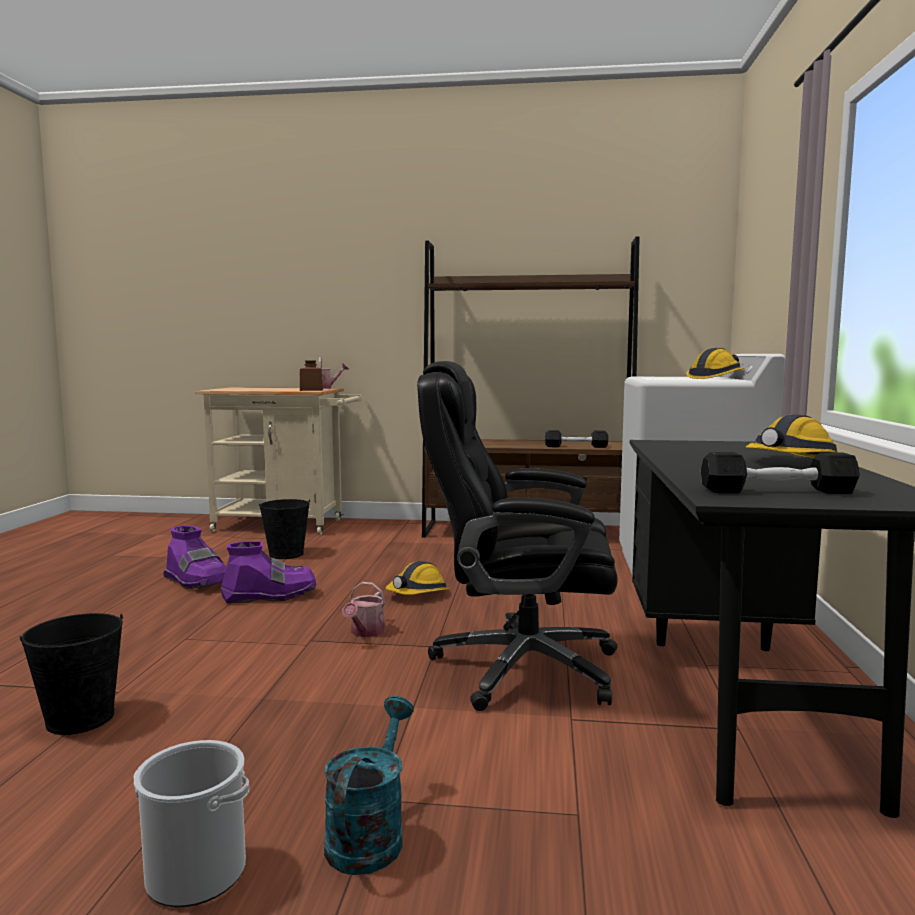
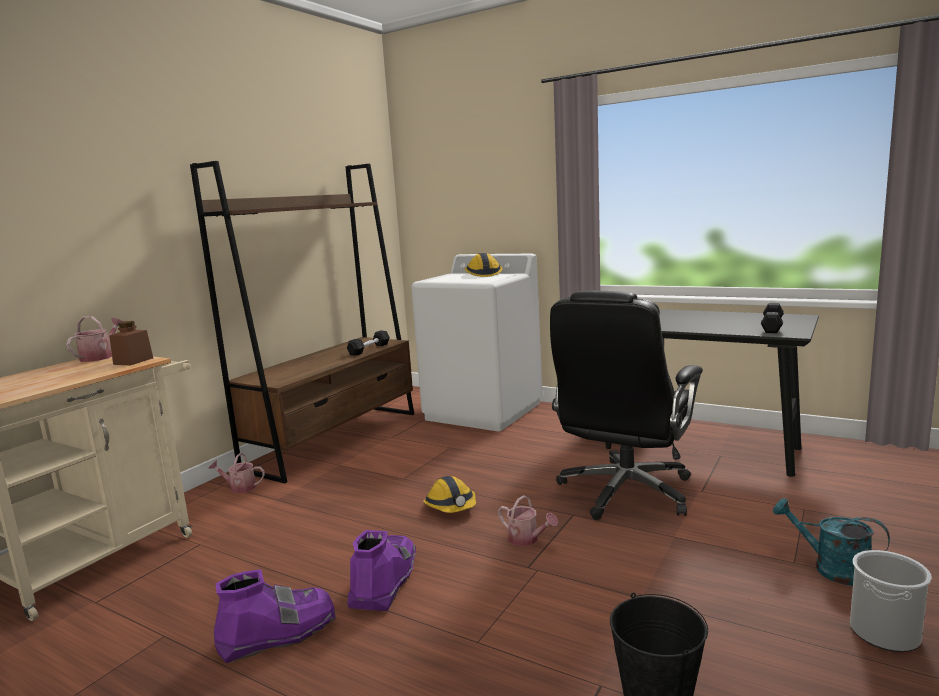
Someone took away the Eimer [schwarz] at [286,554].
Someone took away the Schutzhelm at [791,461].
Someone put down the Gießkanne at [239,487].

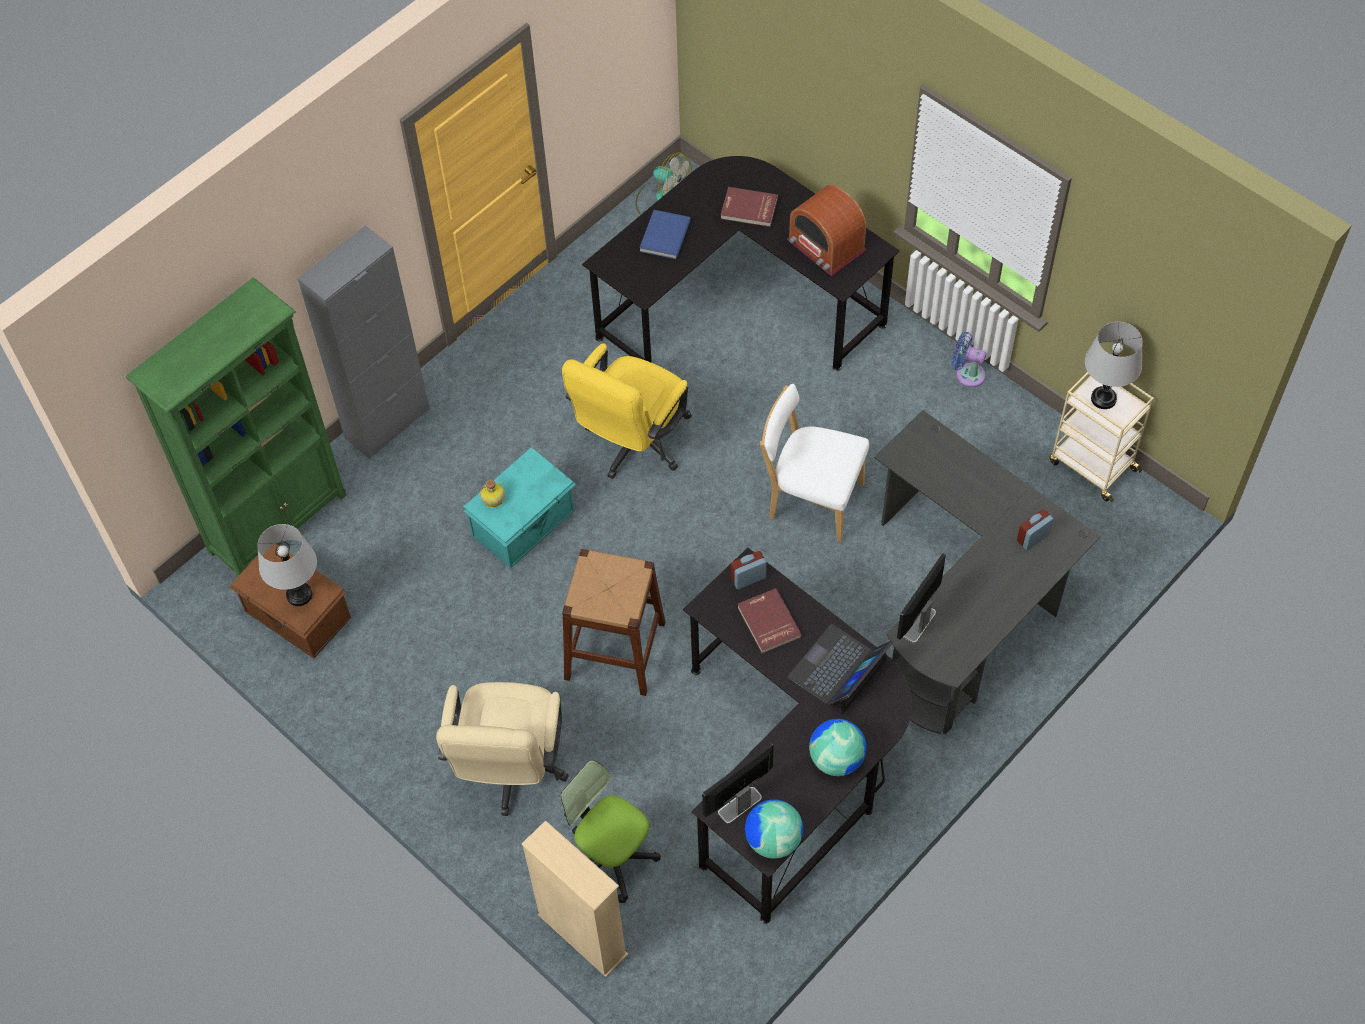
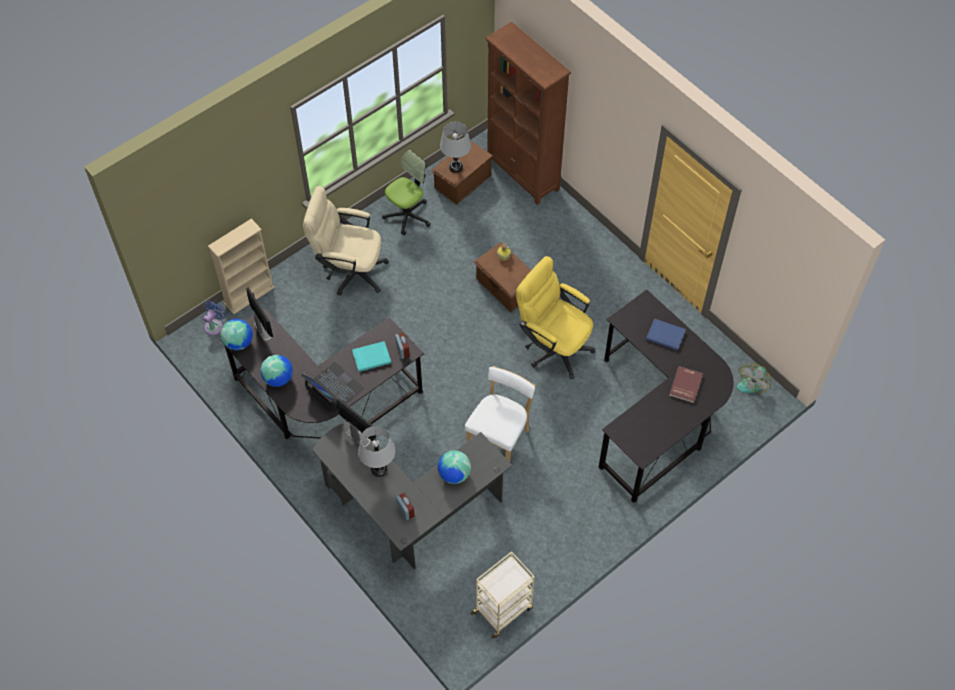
Someone repainted the Bücherregal [grün] at [278,522], which became the Bücherregal [braun] at [523,174].
Someone took away the Schrank [grau] at [387,423].
Someone repainted the Aufbewahrungsbox [türkis] at [525,524], which became the Aufbewahrungsbox [braun] at [505,287].
Someone carried the Bürostuhl from [611,857] to [407,215].
Someone took away the Hocker [braun] at [615,650].
Someone repainted the Buch [rot] at [768,622], which became the Buch [türkis] at [371,357].
Someone took away the Radio at [826,246].
Someone carried the Ventilator [blau] from [967,374] to [215,326].
Someone carried the Tischlampe [grau] from [1103,398] to [379,469].
Someone put down the Globus at [454,474].

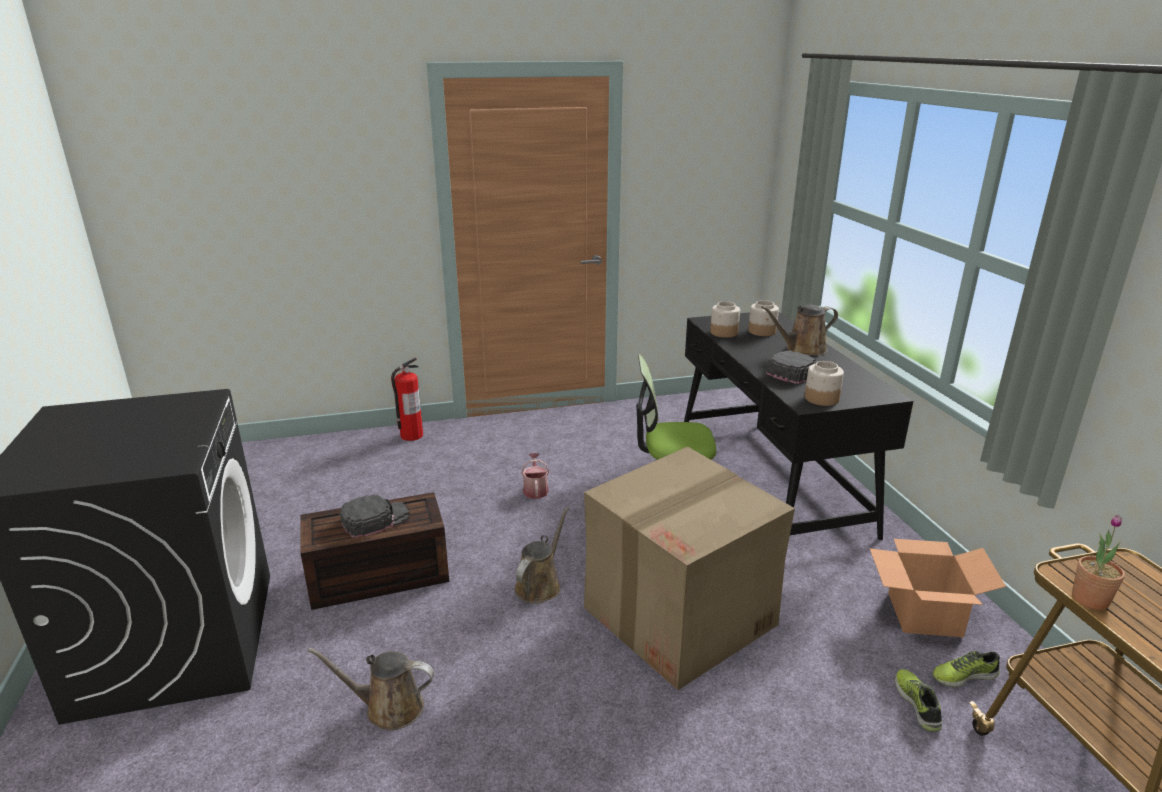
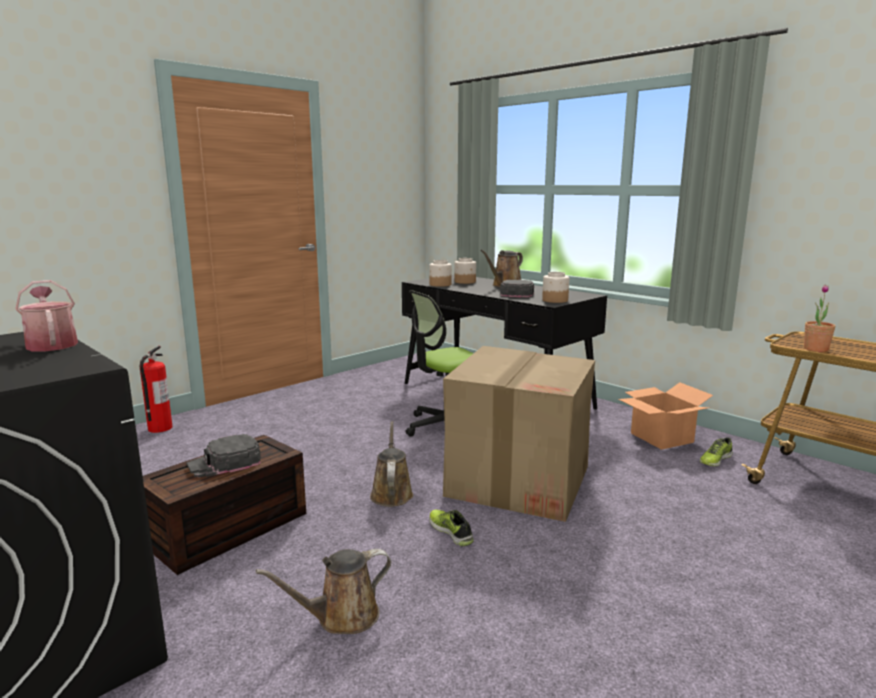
Someone rotated the Kappe [schwarz] at [375,519] by 150 degrees counterclockwise.
Someone carried the Gießkanne from [535,489] to [51,344].
Someone carried the Schuh from [918,704] to [451,531].

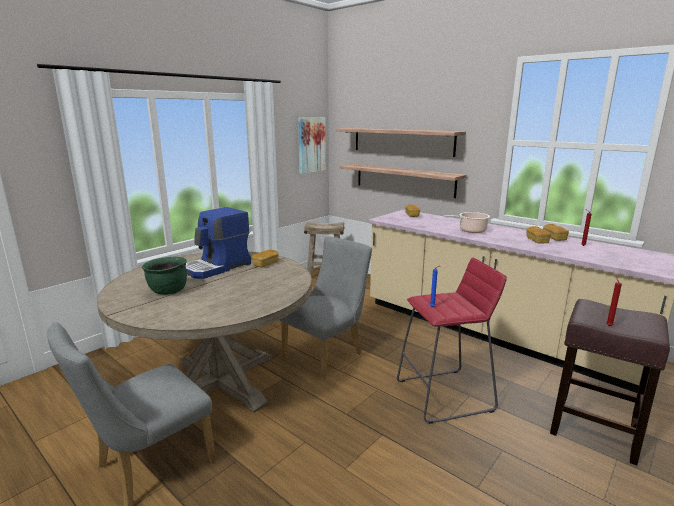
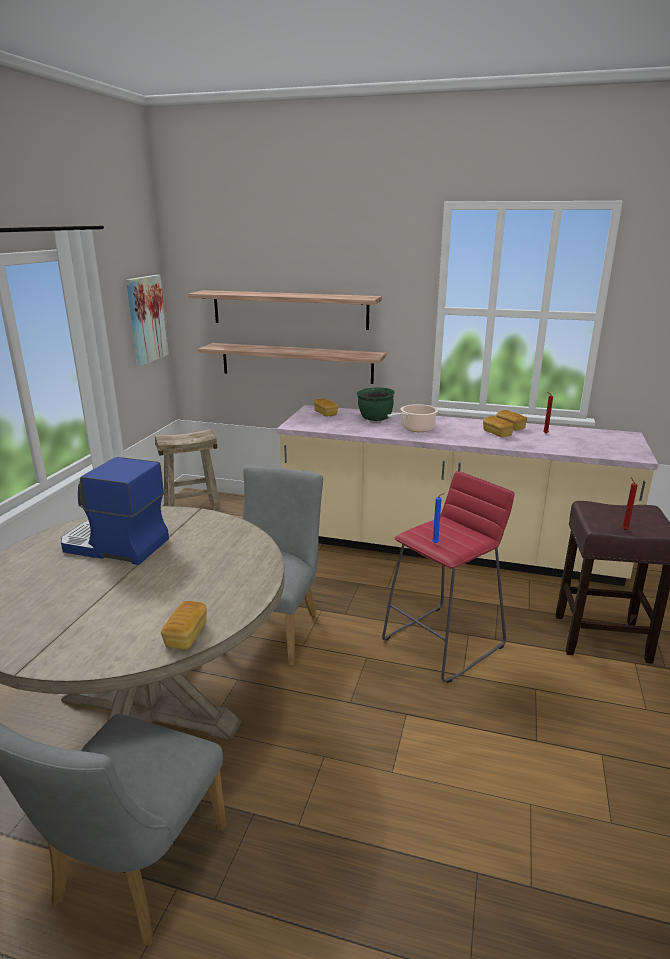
Someone carried the Kochtopf [grün] from [168,291] to [375,419].
Someone rotated the Kaffeemaschine at [217,267] by 90 degrees clockwise.
Someone carried the Brot from [265,264] to [186,635].

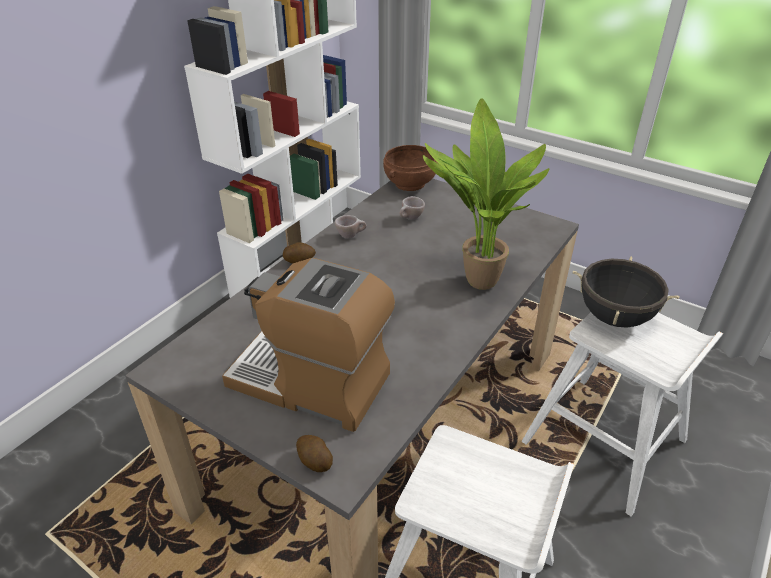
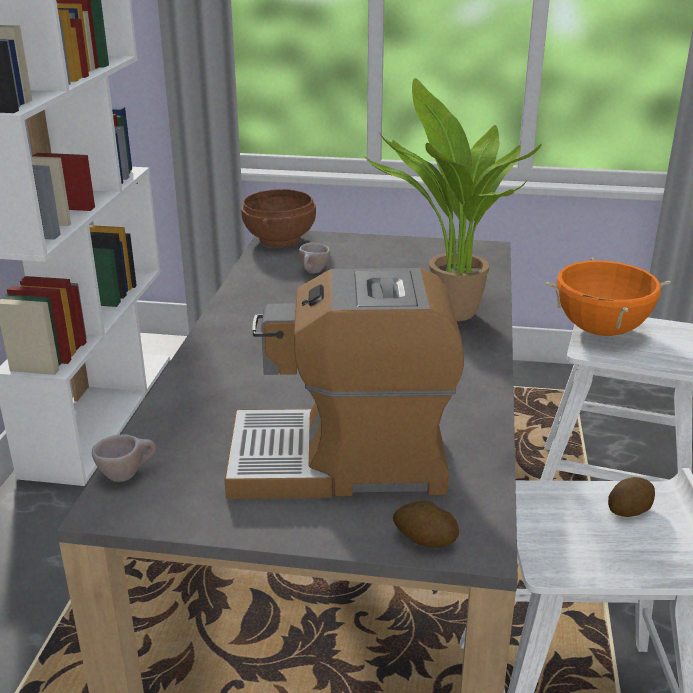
Someone carried the Kartoffel from [299,261] to [629,509].
Someone carried the Tasse [beige] from [351,236] to [127,474].
Someone repainted the Kochtopf [schwarz] at [614,317], which became the Kochtopf [orange] at [601,330].

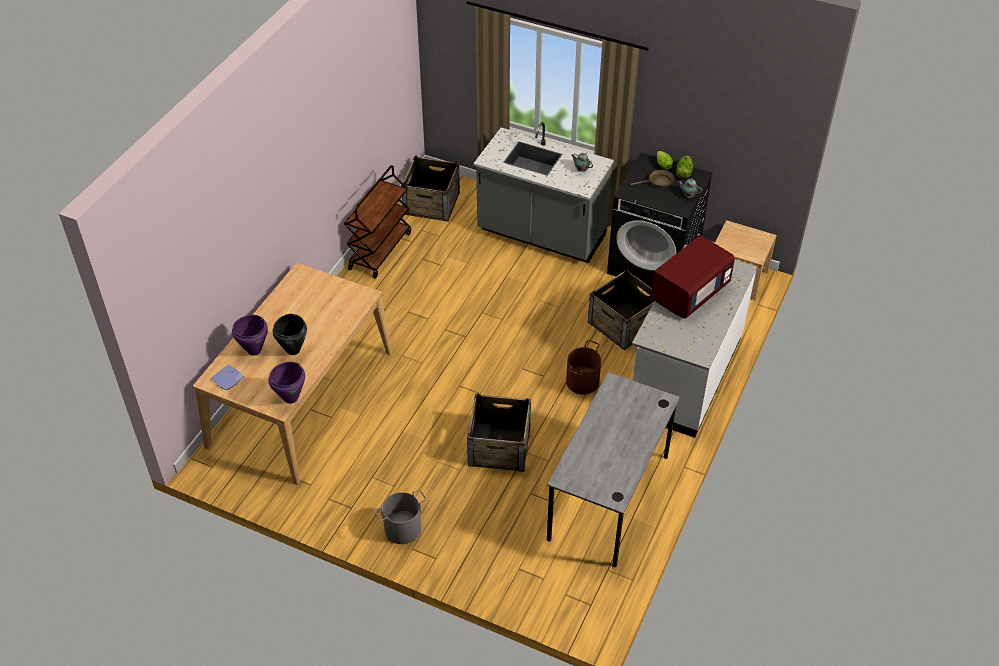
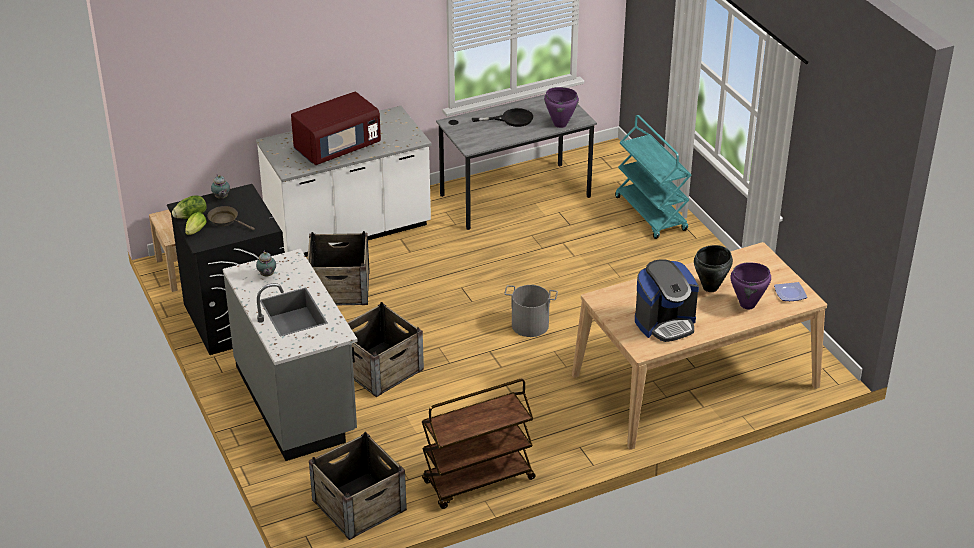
Someone carried the Kochtopf [lila] from [291,398] to [560,124].
Someone carried the Eimer [grau] from [402,528] to [530,325].
Someone carried the Kiste from [499,446] to [380,368].
Someone took away the Eimer [braun] at [582,381].
Someone rotated the Mikrowelle [rot] at [689,293] by 150 degrees clockwise.
Someone put down the Pfanne [schwarz] at [511,119].
Someone put down the Rollwagen [türkis] at [651,214].
Someone put down the Kaffeemaschine at [665,323].

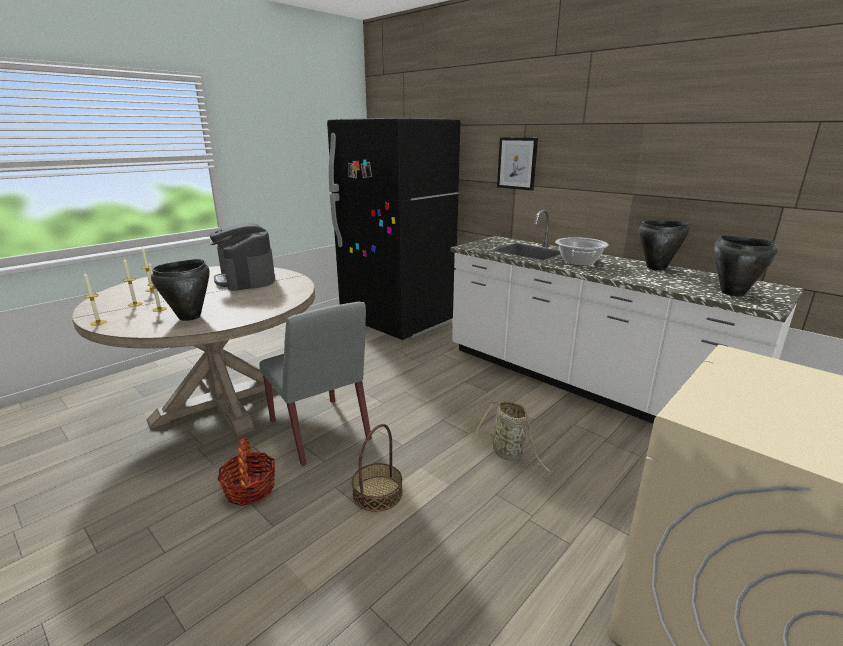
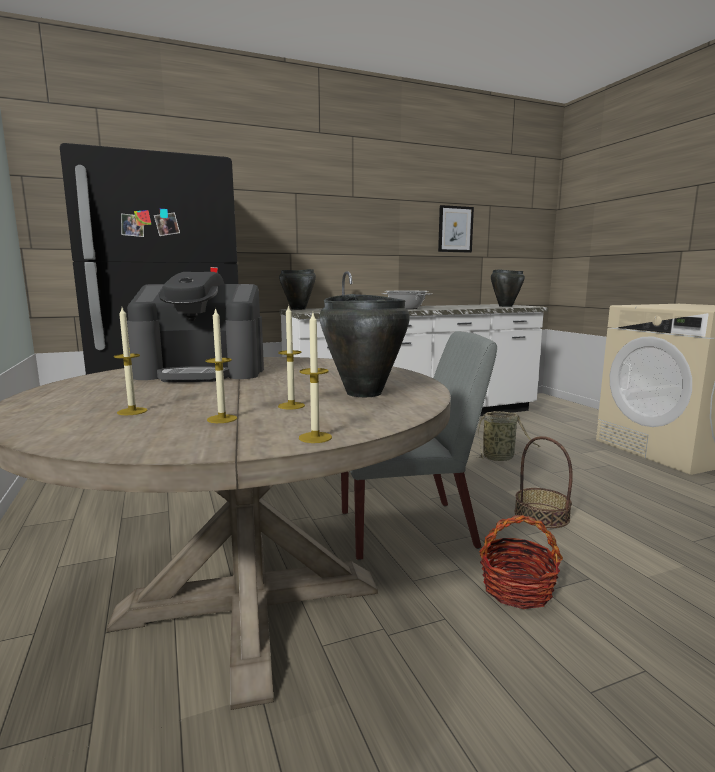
Someone carried the Bild from [517,163] to [455,229].
Someone carried the Kochtopf [schwarz] from [656,268] to [298,309].

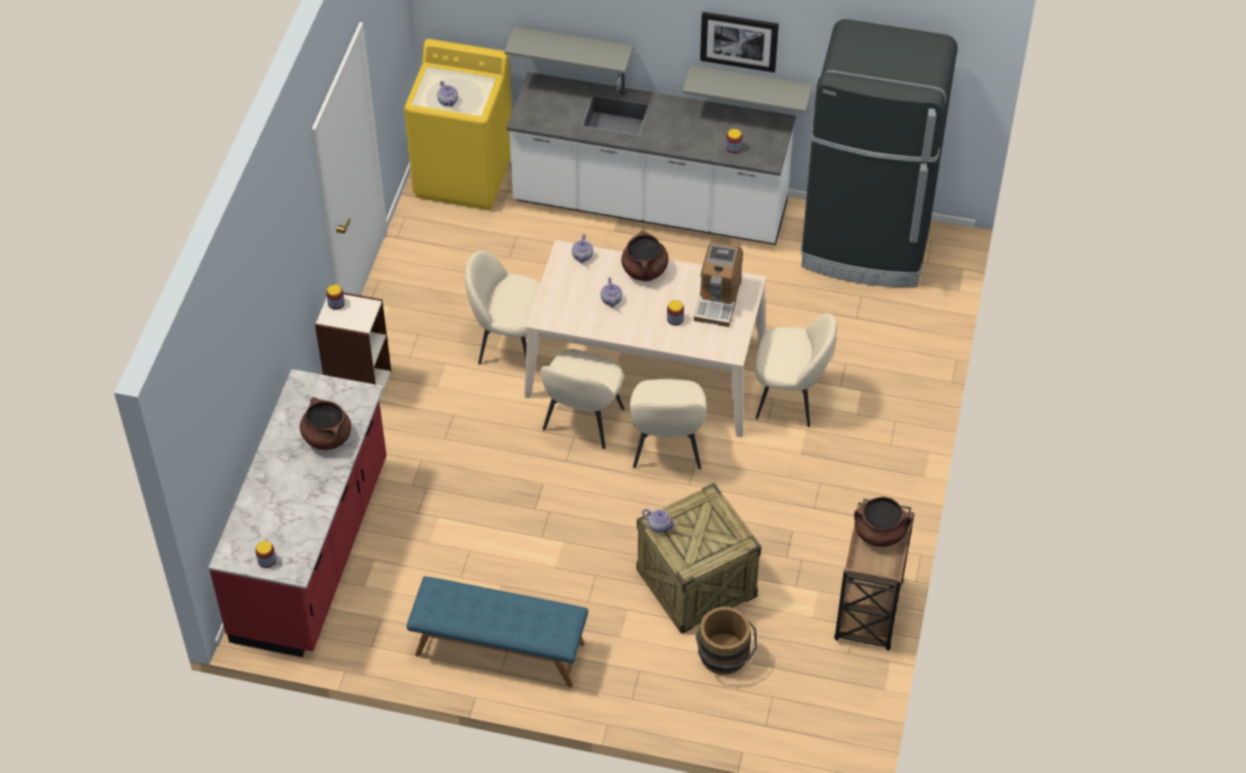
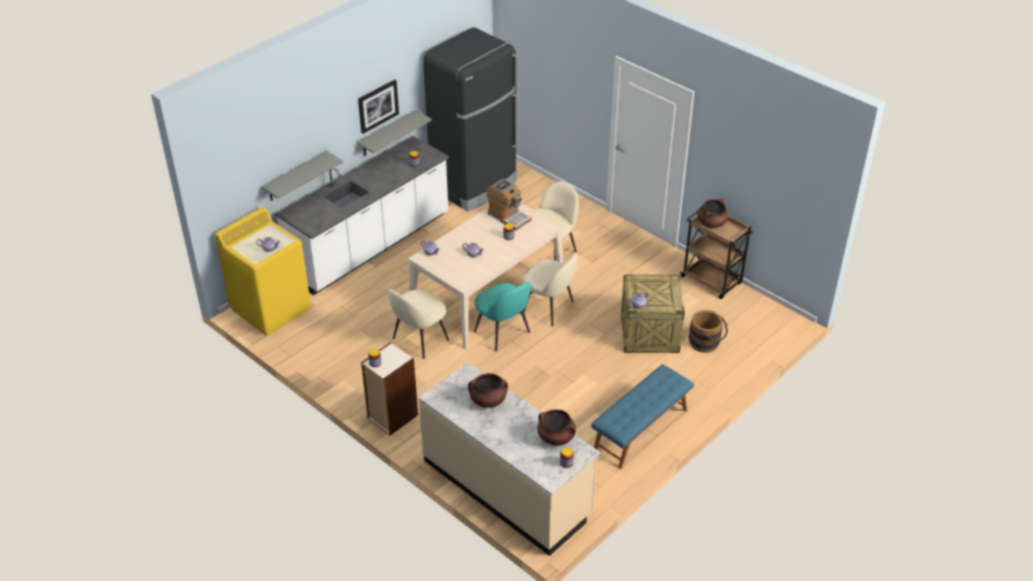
Someone repainted the Küchenzeile [rot] at [313,551], which became the Küchenzeile [beige] at [507,487].
Someone repainted the Stuhl [beige] at [582,421], which became the Stuhl [türkis] at [503,333].
Someone carried the Kochtopf [braun] from [644,270] to [556,437].

